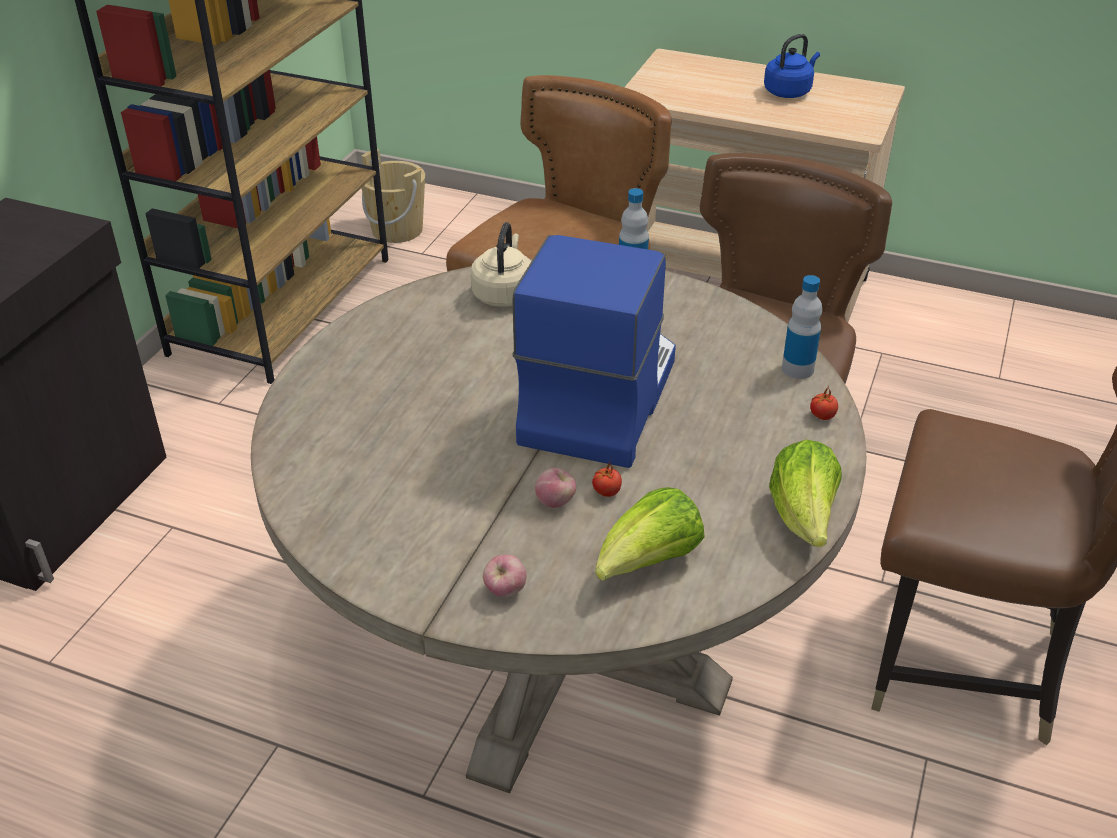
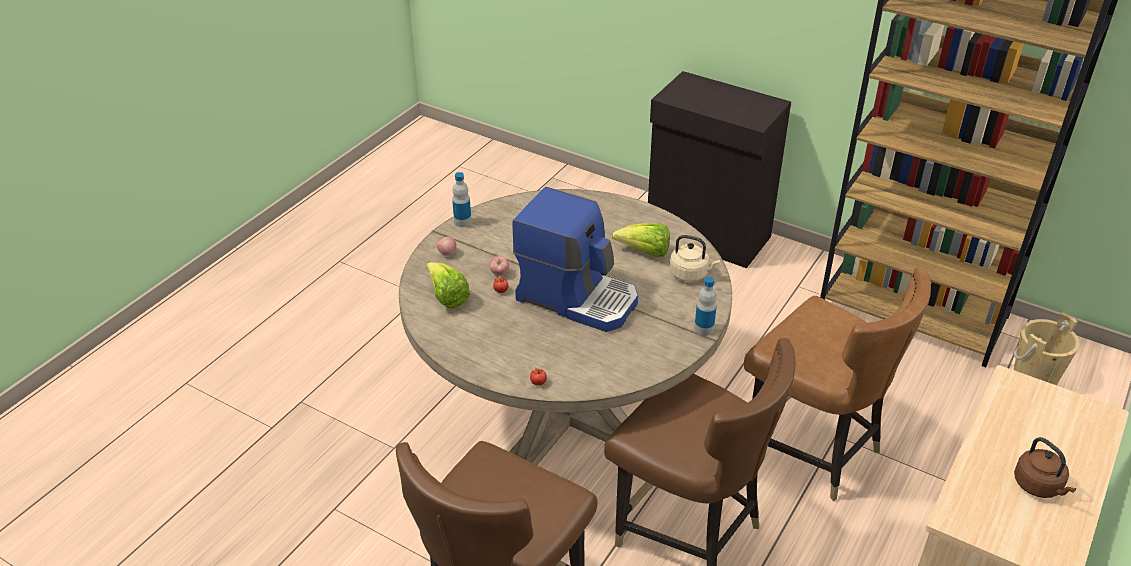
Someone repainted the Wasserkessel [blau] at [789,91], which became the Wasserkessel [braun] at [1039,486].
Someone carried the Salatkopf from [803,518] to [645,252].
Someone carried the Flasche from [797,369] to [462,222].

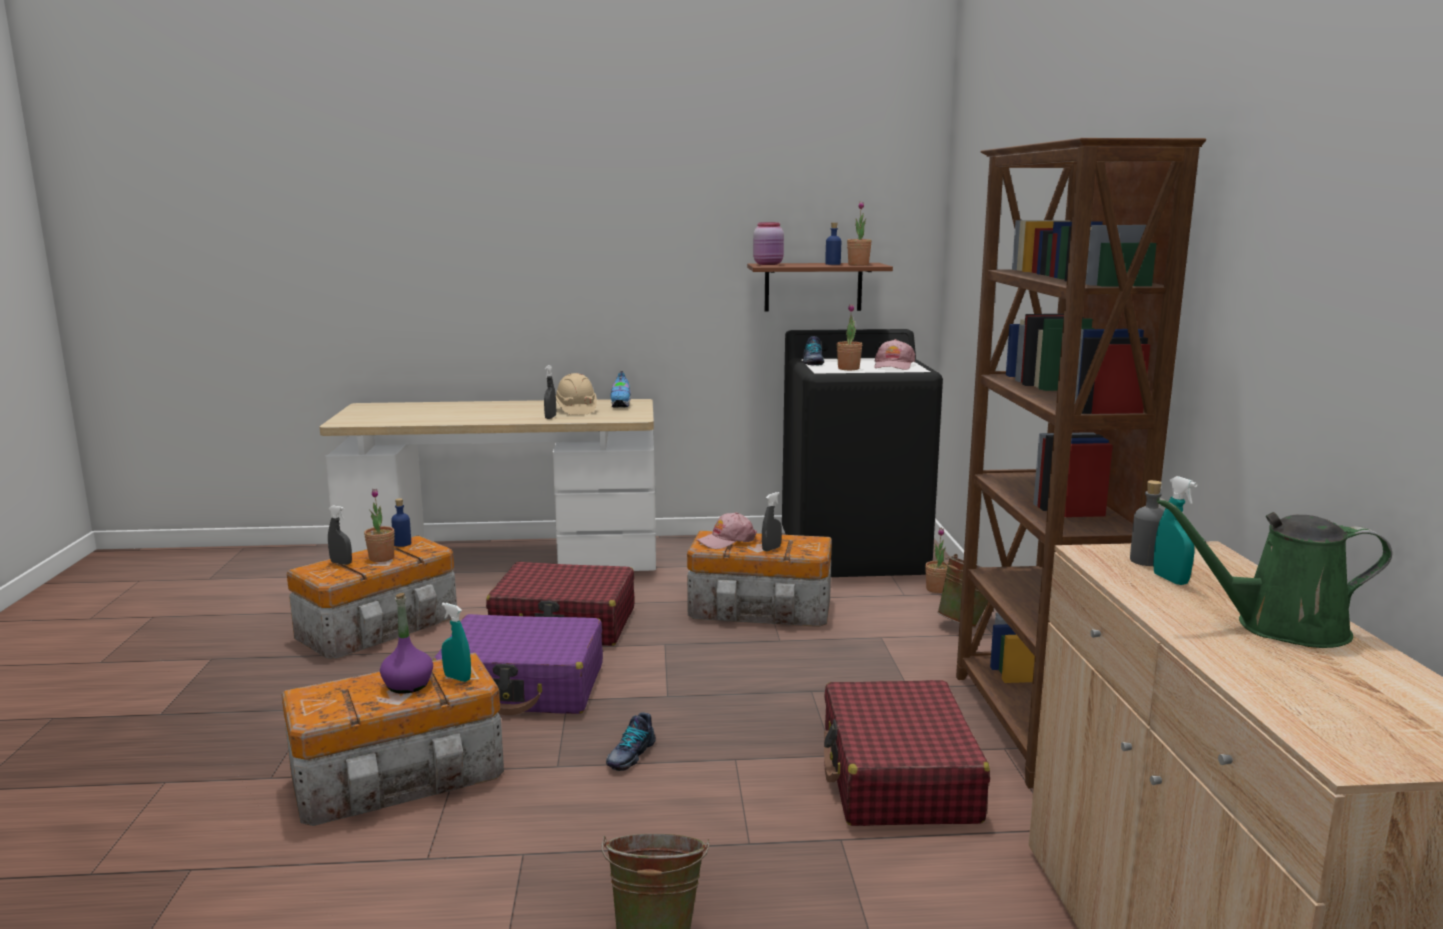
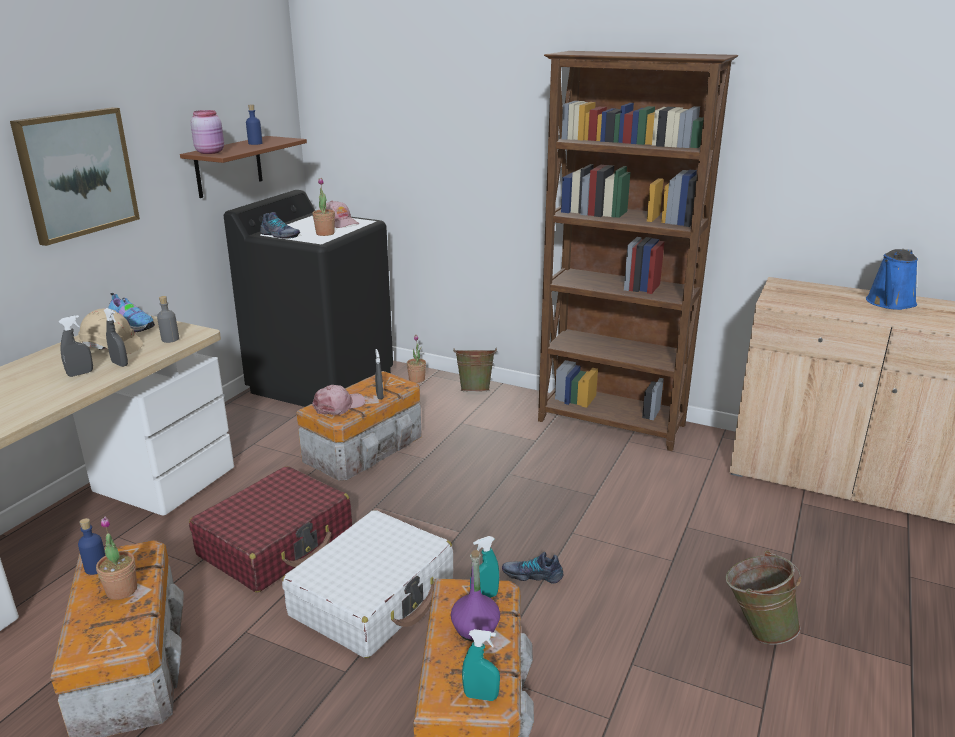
Someone carried the Sprühflasche [grau] from [341,563] to [80,373].
Someone repainted the Koffer [lila] at [524,686], which became the Koffer [weiß] at [373,598].
Someone rotated the Schuh at [630,755] by 135 degrees clockwise.
Someone rotated the Kappe [rosa] at [726,540] by 135 degrees counterclockwise.
Someone took away the Koffer [rot] at [898,776].
Someone took away the Topfpflanze at [858,264].
Someone carried the Flasche [grau] from [1145,561] to [170,339].
Someone carried the Sprühflasche [türkis] from [1170,579] to [481,696].
Someone repainted the Gießkanne [grün] at [1280,627], which became the Gießkanne [blau] at [889,303].
Someone put up the Bild at [77,174].

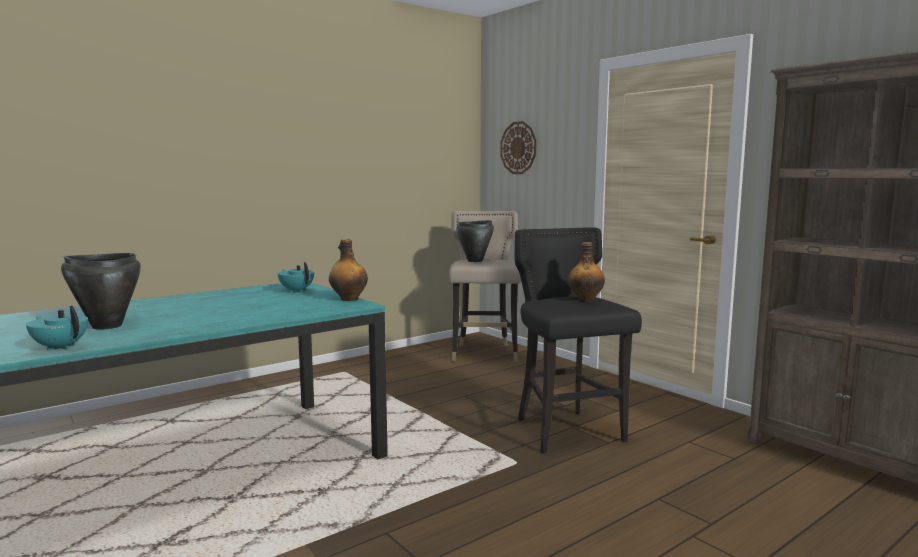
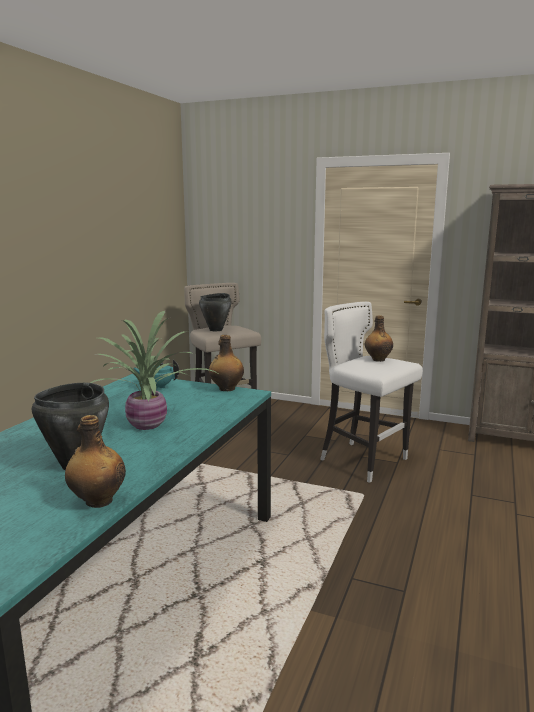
Someone swapped the Teekanne [türkis] at [60,347] for the Flasche at [97,501].
Someone took away the Wanduhr at [518,148].
Someone repainted the Hocker [schwarz] at [568,432], which became the Hocker [weiß] at [364,461].
Someone put down the Topfpflanze at [149,425].

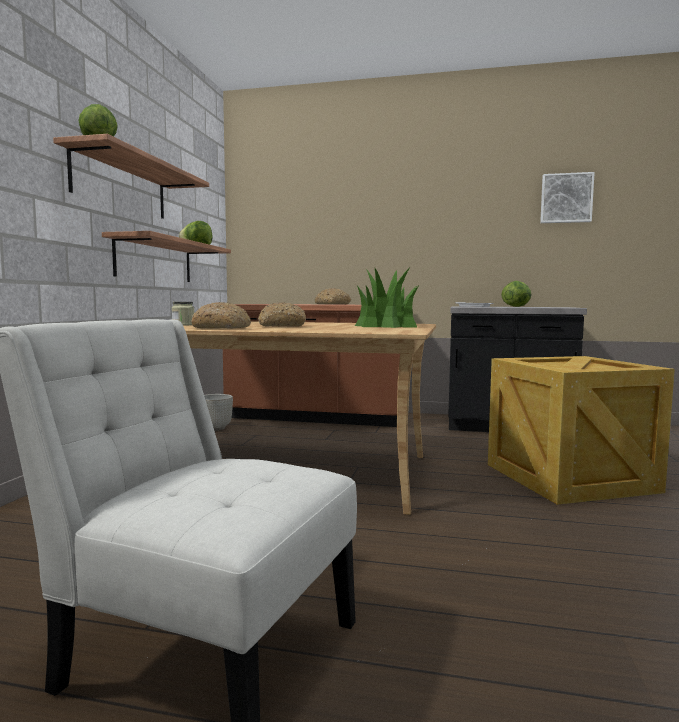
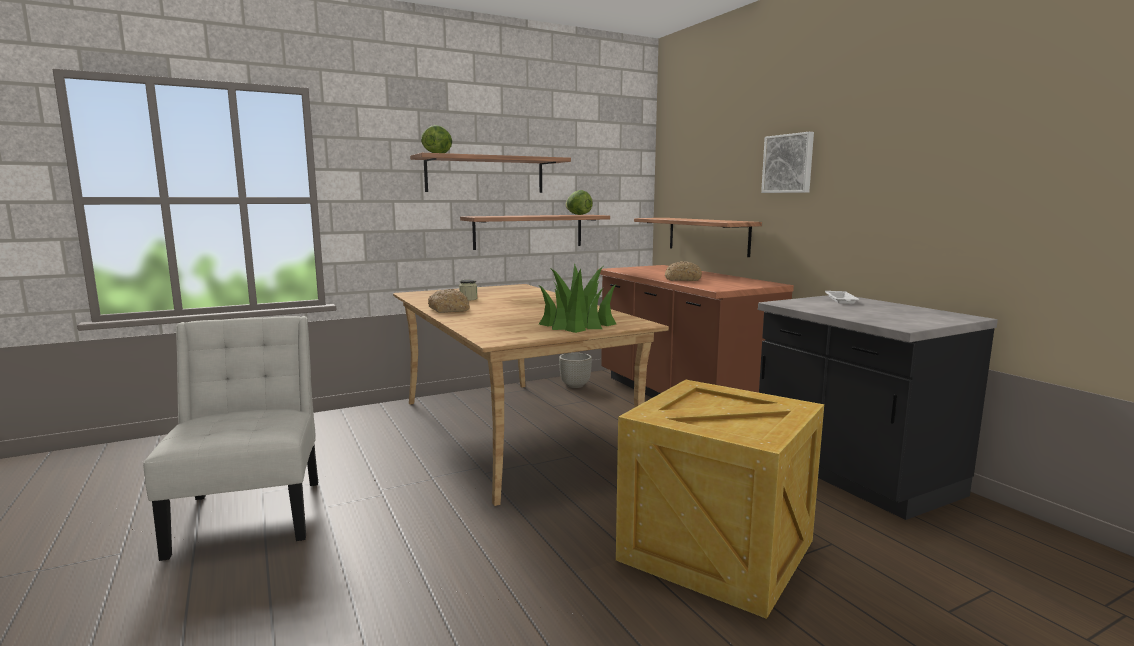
Someone took away the Brot at [281,326].
Someone took away the Salatkopf at [516,306].
Someone carried the Bild from [566,198] to [788,163].
Someone put up the Wandregal at [707,236].

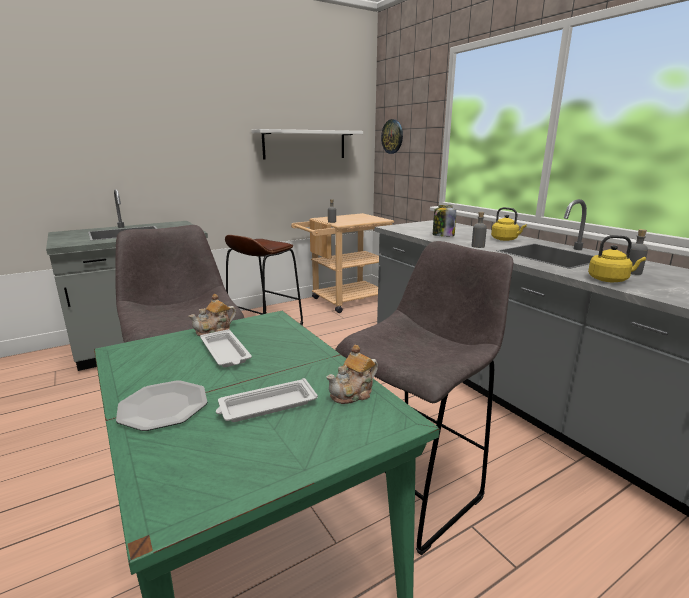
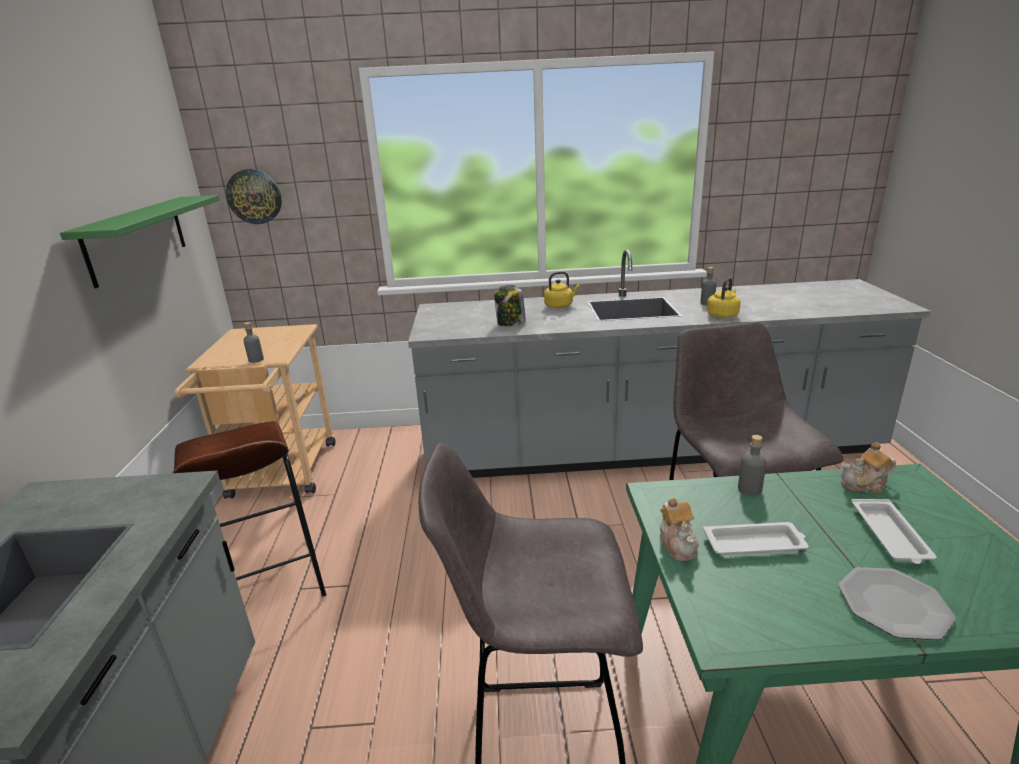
Someone repainted the Wandregal [weiß] at [304,144], which became the Wandregal [grün] at [137,238].
Someone rotated the Teekanne at [353,393] by 90 degrees clockwise.
Someone carried the Flasche [grau] from [478,246] to [749,489].

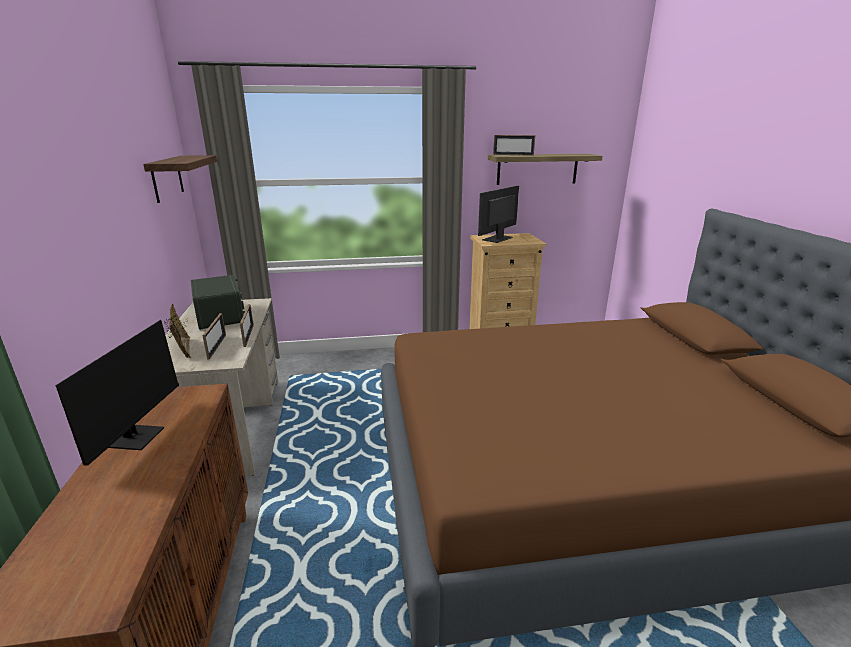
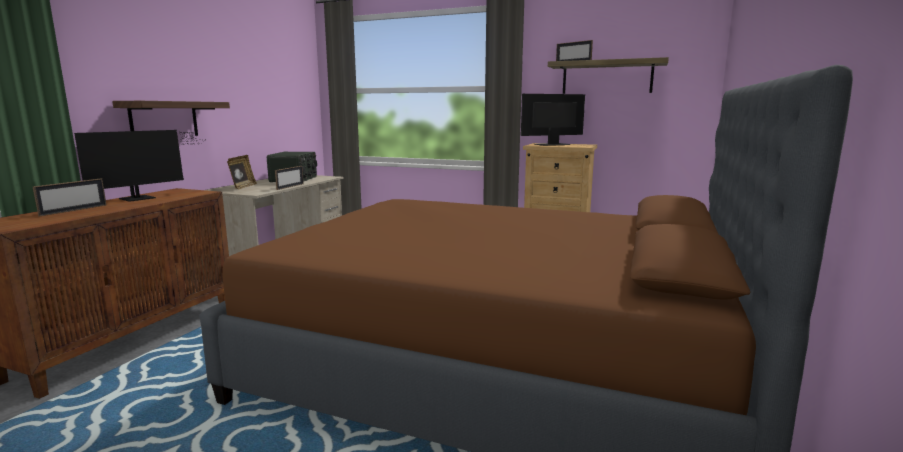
Someone carried the Wandregal from [167,178] to [164,119].
Someone carried the Bilderrahmen from [217,346] to [74,210].

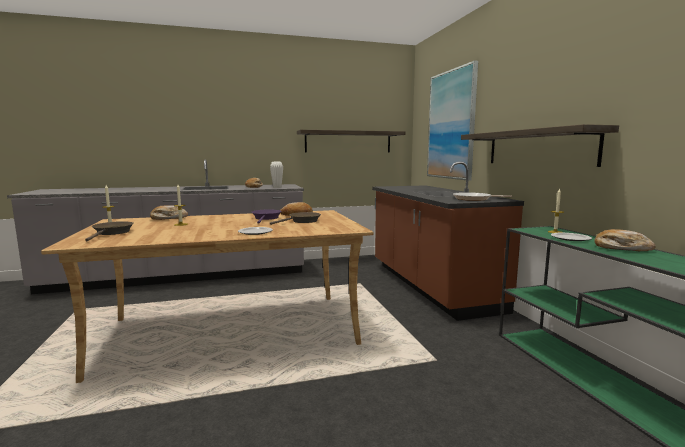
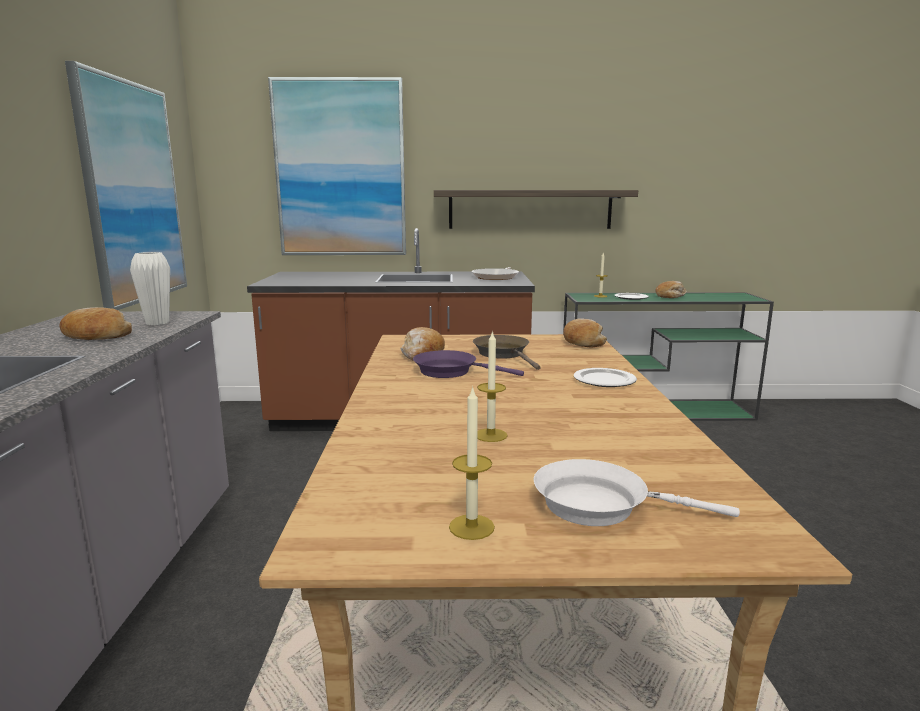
Someone repainted the Pfanne [braun] at [112,233], which became the Pfanne [weiß] at [600,505].
Someone carried the Brot from [168,218] to [582,342].
Someone swapped the Wandregal at [348,142] for the Bild at [132,193].

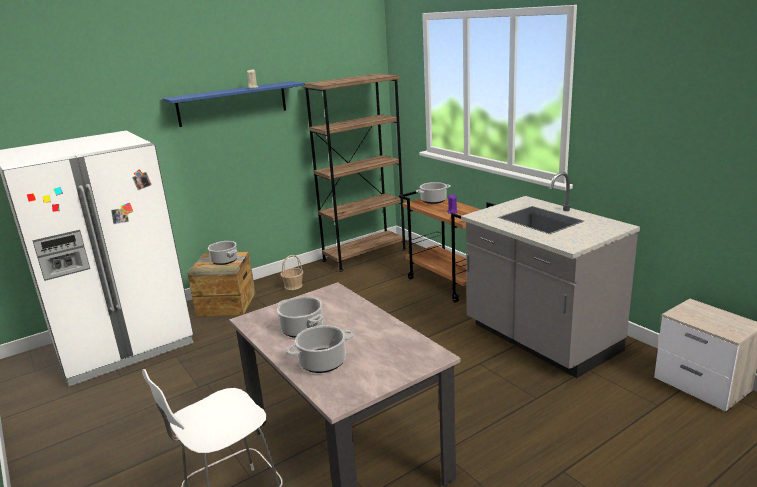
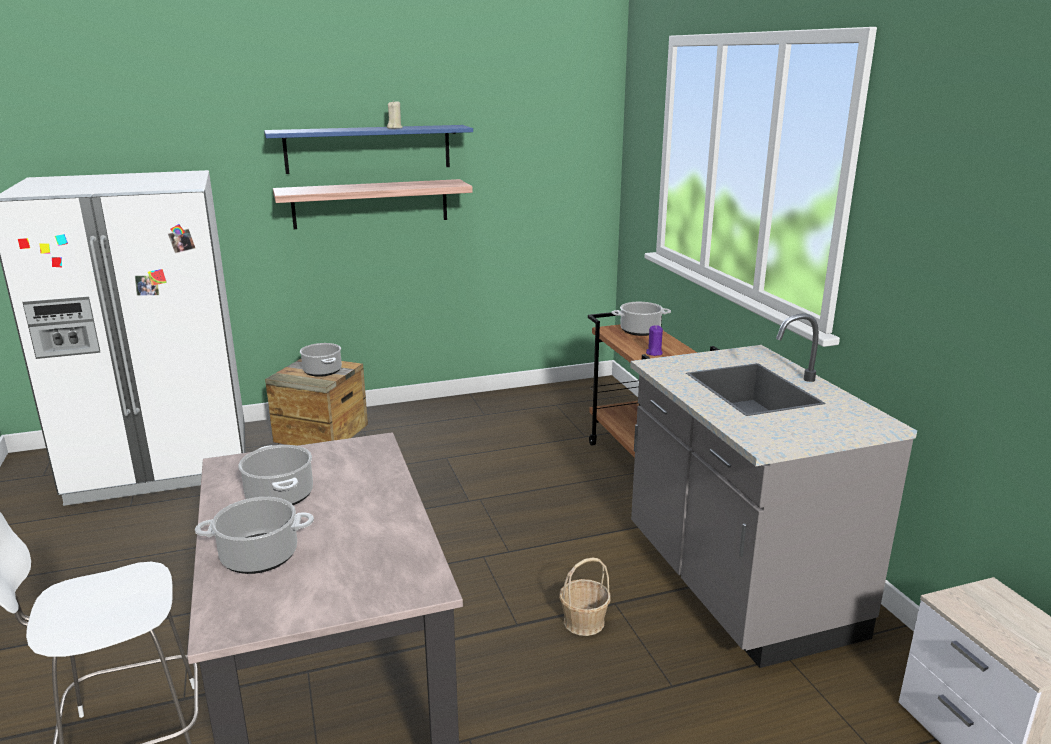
Someone carried the Korb from [293,286] to [583,622].
Someone took away the Bücherregal [braun] at [364,255].
Someone put up the Wandregal at [370,204].

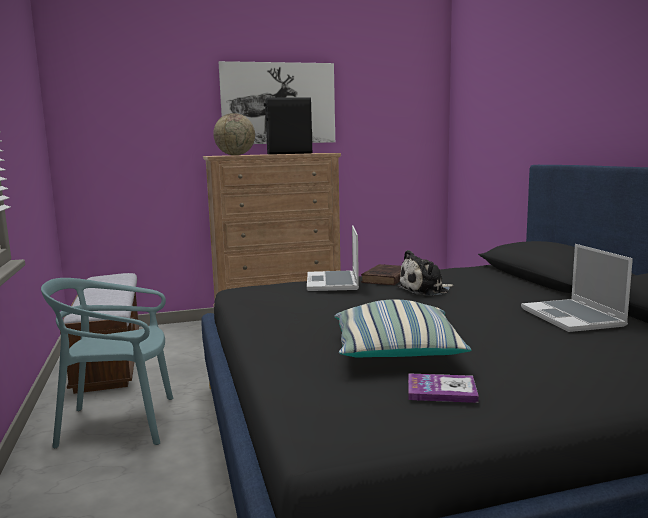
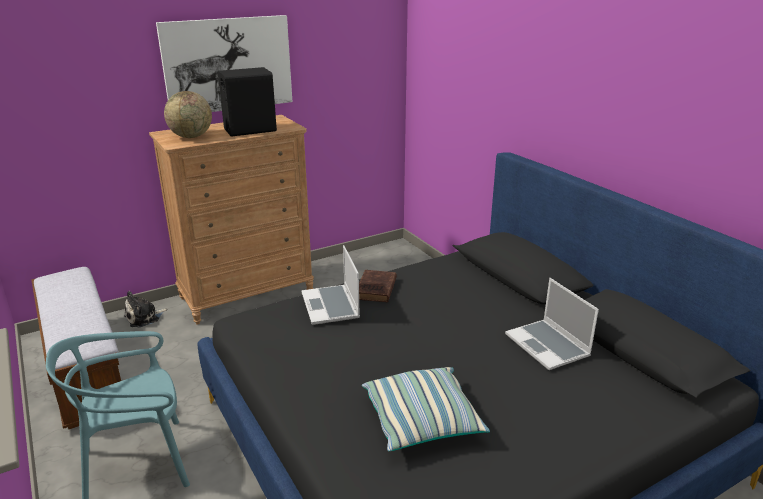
Someone carried the Plüschtier from [425,290] to [144,317].
Someone took away the Buch at [441,390].

